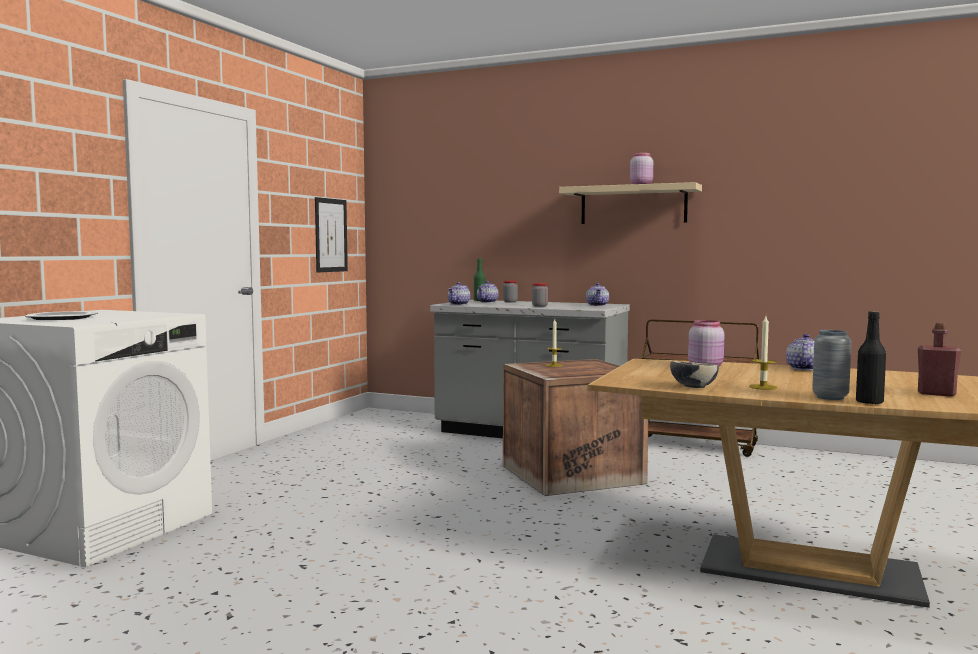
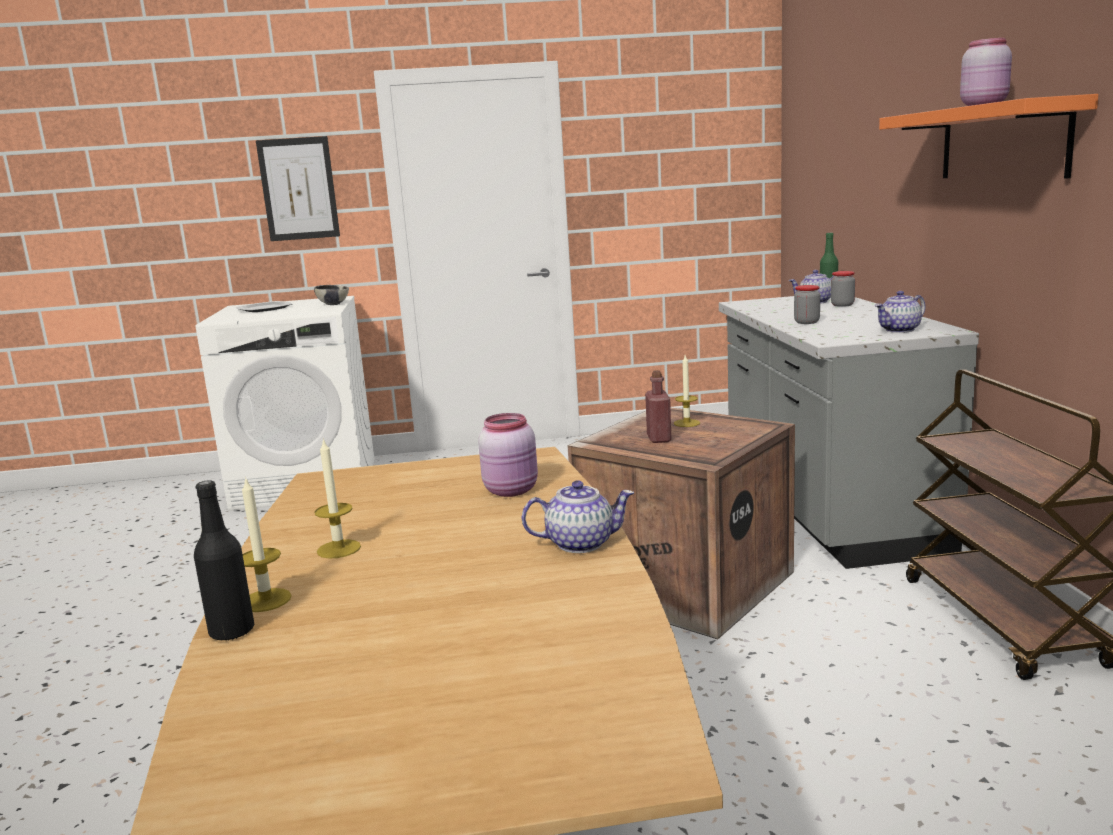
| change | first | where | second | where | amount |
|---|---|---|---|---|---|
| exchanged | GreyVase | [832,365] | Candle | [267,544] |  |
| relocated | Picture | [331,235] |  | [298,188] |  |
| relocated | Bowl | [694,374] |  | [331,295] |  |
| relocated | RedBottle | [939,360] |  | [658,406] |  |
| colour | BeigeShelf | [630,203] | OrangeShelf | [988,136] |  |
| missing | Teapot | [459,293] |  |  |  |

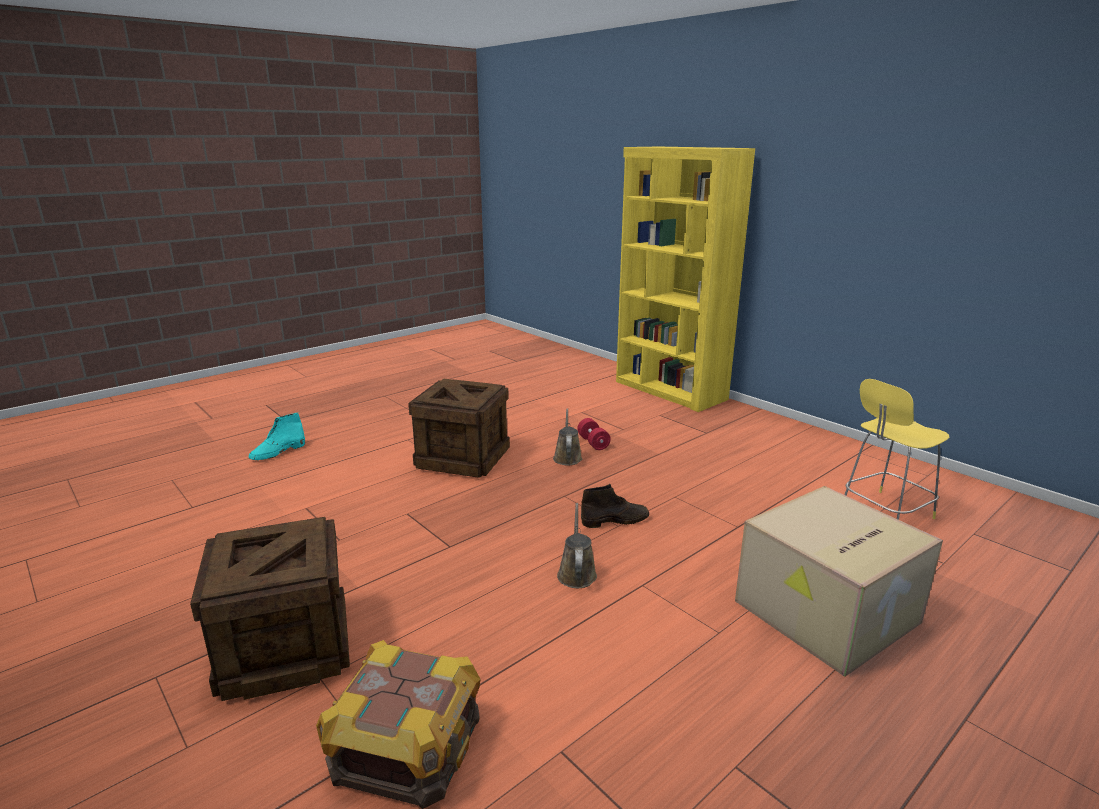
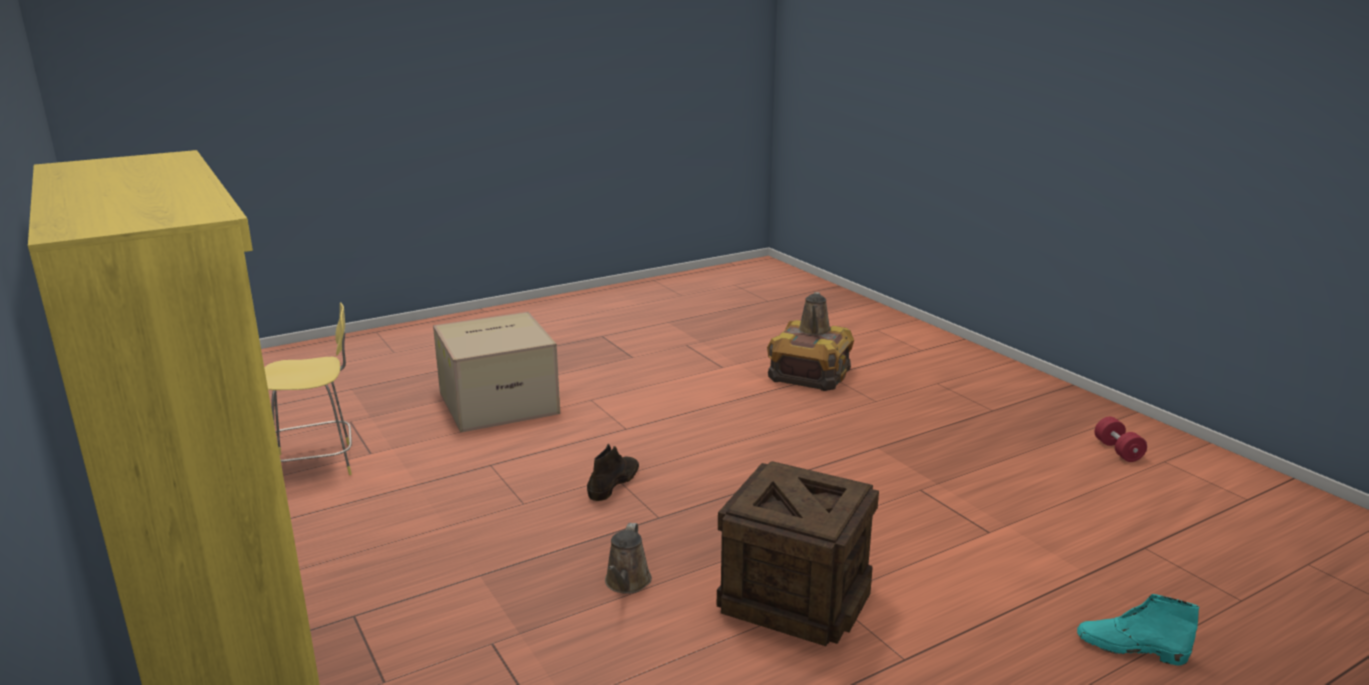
| change | first | where | second | where | amount |
|---|---|---|---|---|---|
| spun | BrownBoot | [615,506] |  | [613,472] | 120 degrees clockwise |
| relocated | BrownWateringCan | [577,545] |  | [815,313] |  |
| spun | TurquoiseBoot | [277,436] |  | [1138,629] | 120 degrees counterclockwise |
| relocated | RedDumbbell | [594,434] |  | [1121,439] |  |
| missing | Crate | [270,609] |  |  |  |

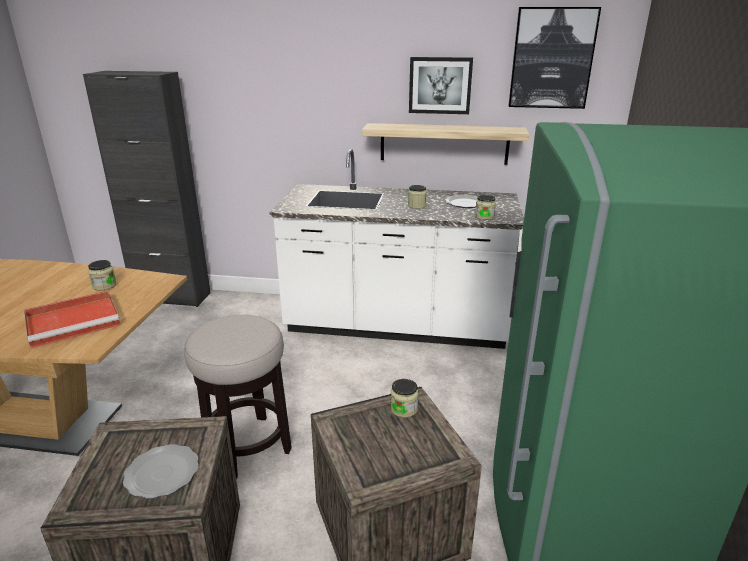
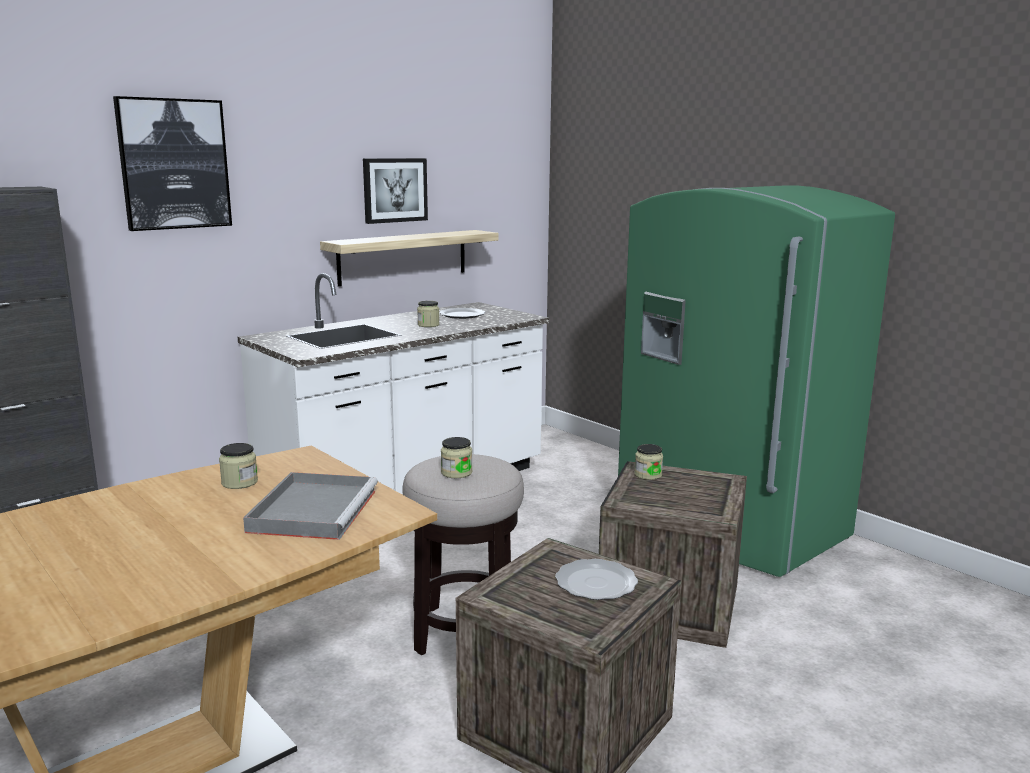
| change | first | where | second | where | amount |
|---|---|---|---|---|---|
| relocated | Picture | [555,58] |  | [172,163] |  |
| colour | RedTray | [72,319] | GreyTray | [310,506] |  |
| relocated | Jar | [485,207] |  | [457,457] |  |

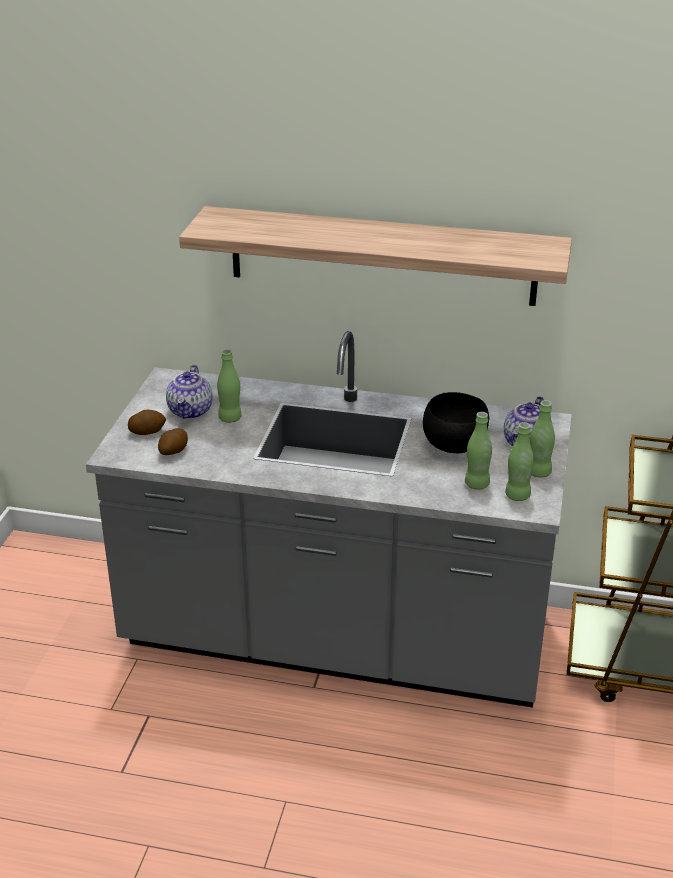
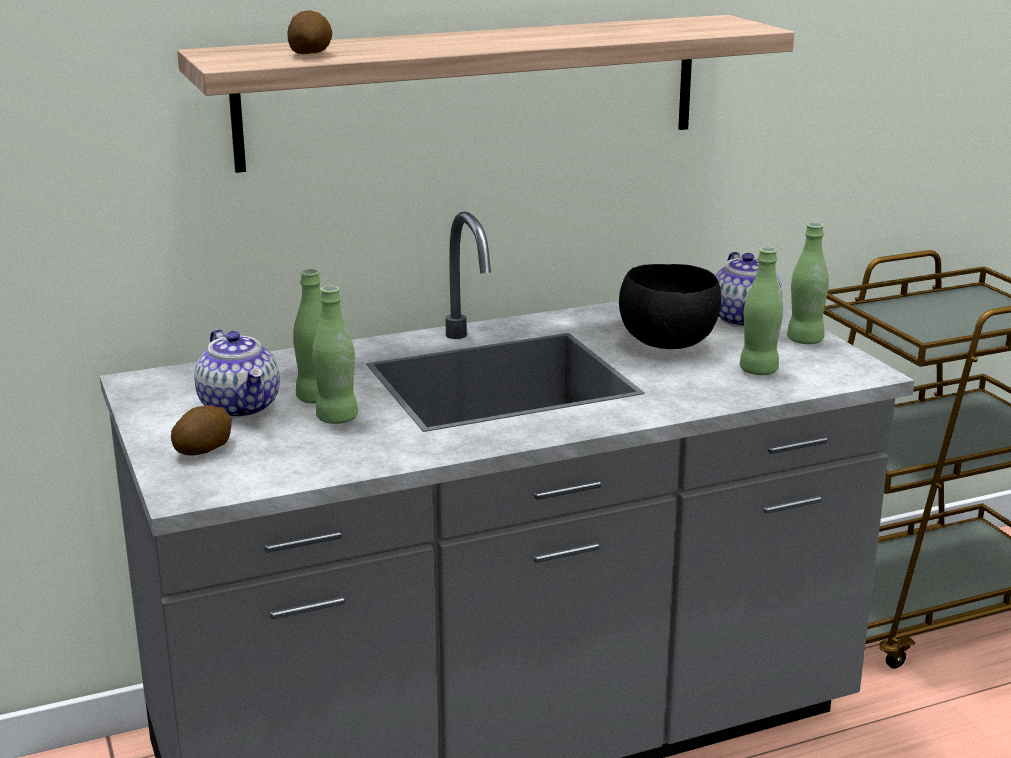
| change | first | where | second | where | amount |
|---|---|---|---|---|---|
| relocated | Potato | [173,441] |  | [309,32] |  |
| relocated | GreenBottle | [519,461] |  | [335,355] |  |

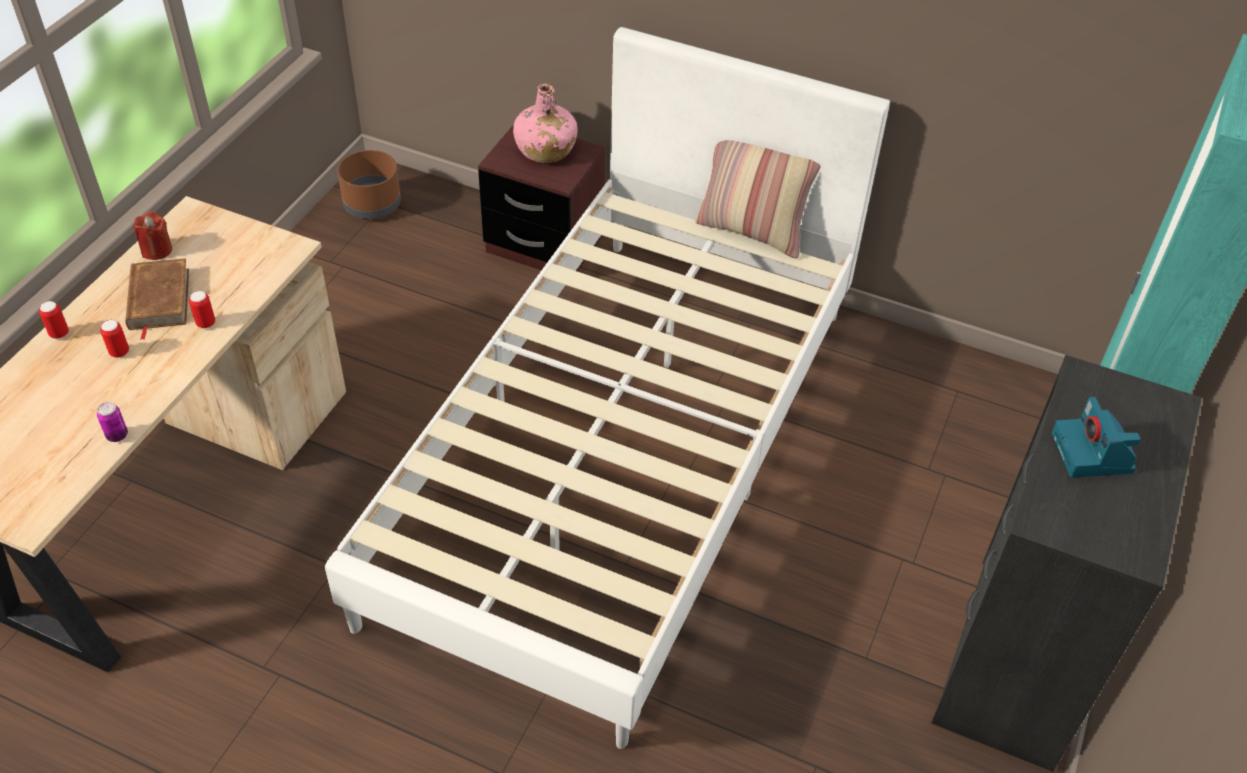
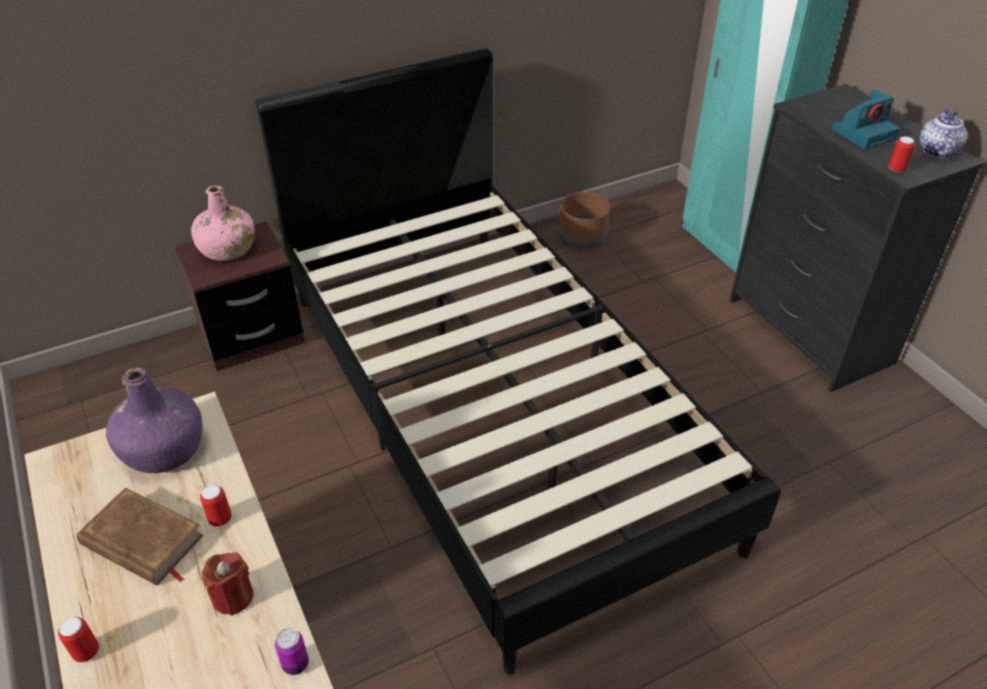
| change | first | where | second | where | amount |
|---|---|---|---|---|---|
| appeared |  |  | PurpleBottle | [154,420] |  |
| relocated | RedCandle | [152,235] |  | [227,584] |  |
| colour | WhiteBed | [607,388] | BlackBed | [518,361] |  |
| relocated | BrownPlanter | [369,184] |  | [584,220] |  |
| spun | PhotoCamera | [1096,437] |  | [866,119] | 60 degrees counterclockwise |
| relocated | Can | [114,339] |  | [901,154] |  |
| appeared |  |  | Teapot | [943,133] |  |
| missing | Pillow | [757,199] |  |  |  |

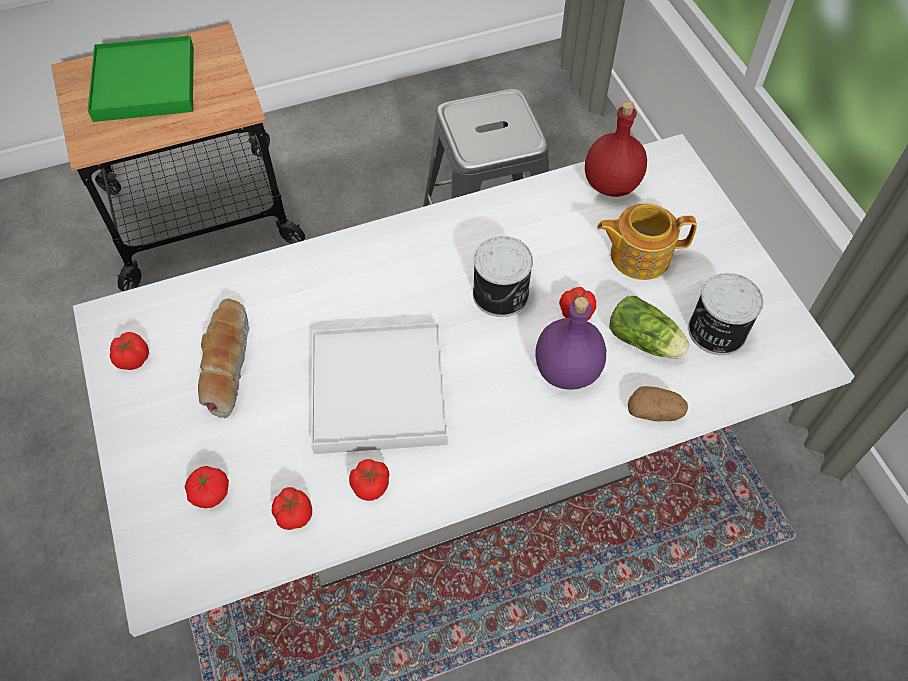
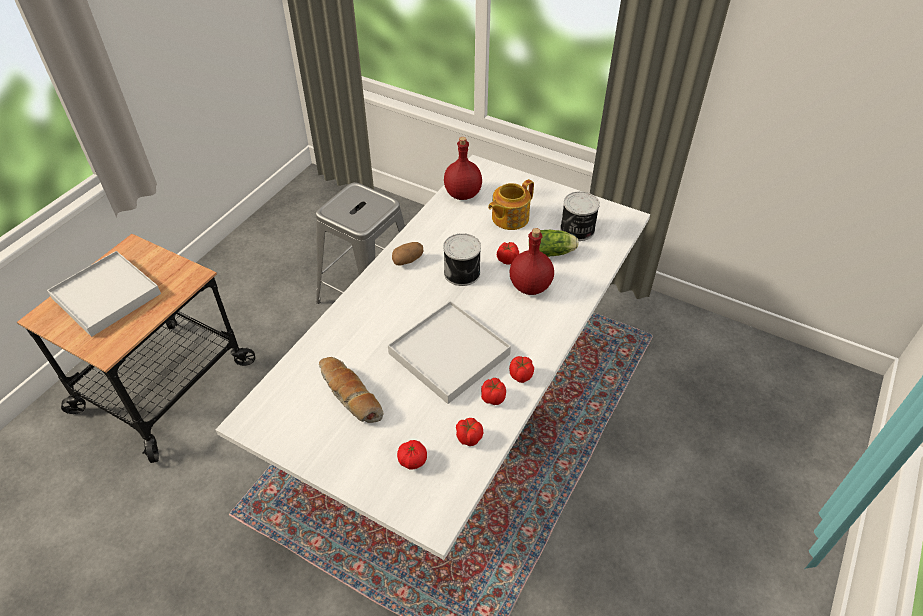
| change | first | where | second | where | amount |
|---|---|---|---|---|---|
| colour | GreenTray | [141,78] | WhiteTray | [104,294] |  |
| relocated | Potato | [658,403] |  | [407,254] |  |
| relocated | Tomato | [129,351] |  | [521,369] |  |
| colour | PurpleBottle | [570,343] | RedBottle | [532,261] |  |

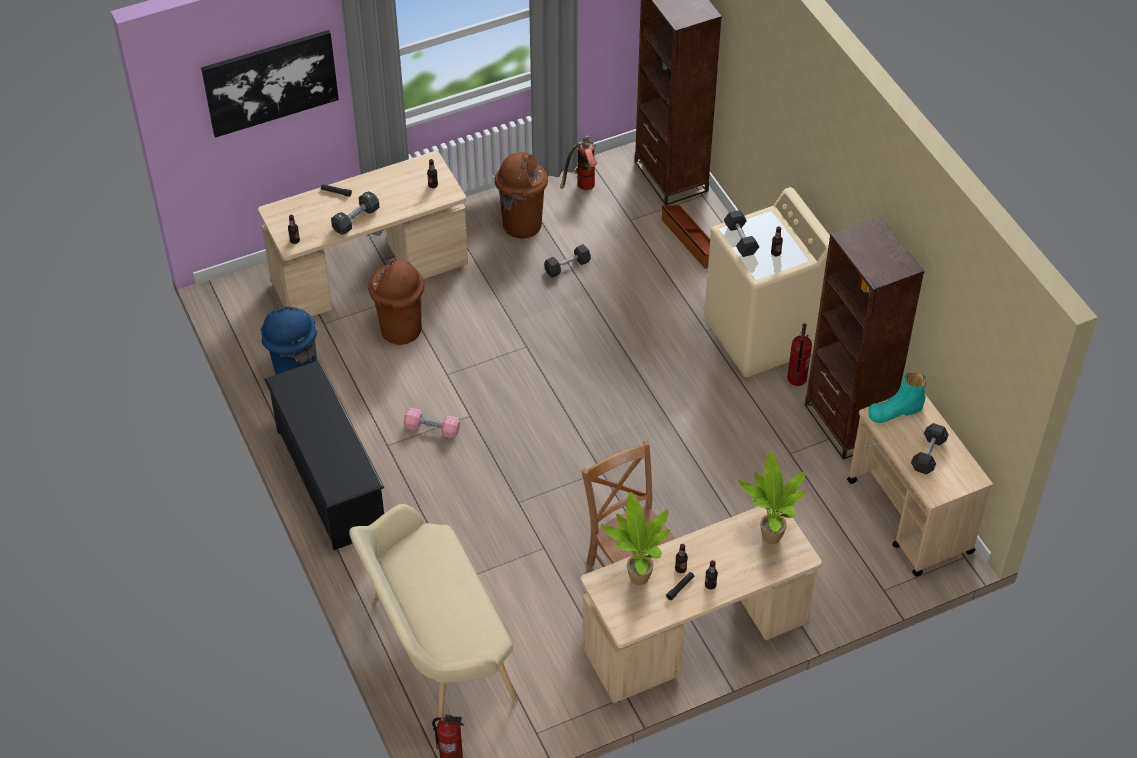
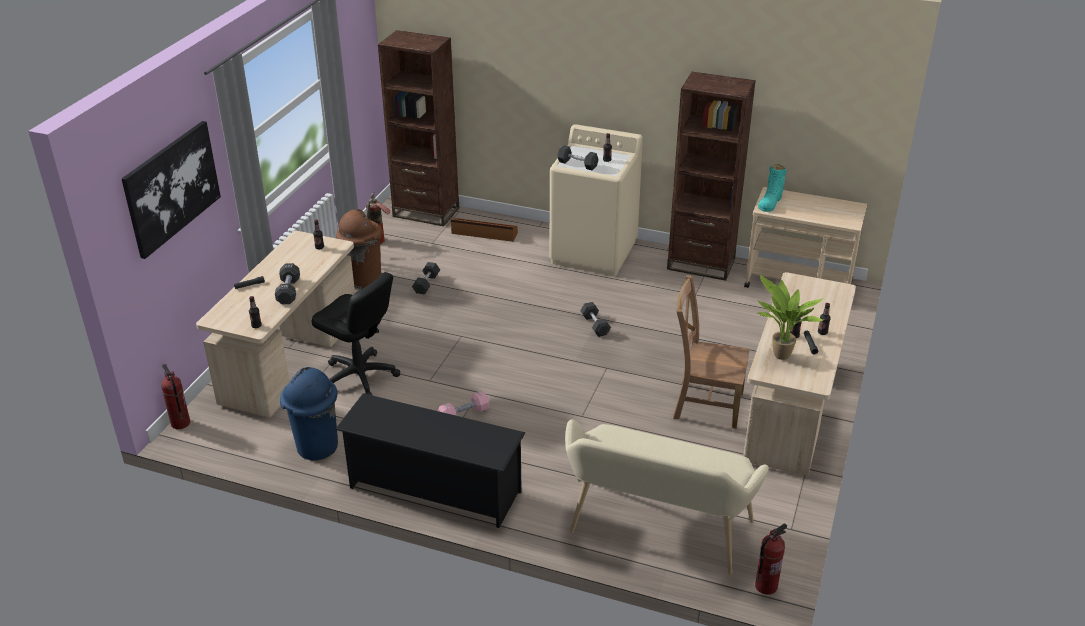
| change | first | where | second | where | amount |
|---|---|---|---|---|---|
| relocated | FireExtinguisher | [799,355] |  | [175,396] |  |
| exchanged | BrownTrashCan | [396,301] | BlackOfficeChair | [356,333] |  |
| relocated | GreyDumbbell | [930,449] |  | [595,319] |  |
| missing | PottedPlant | [772,497] |  |  |  |

